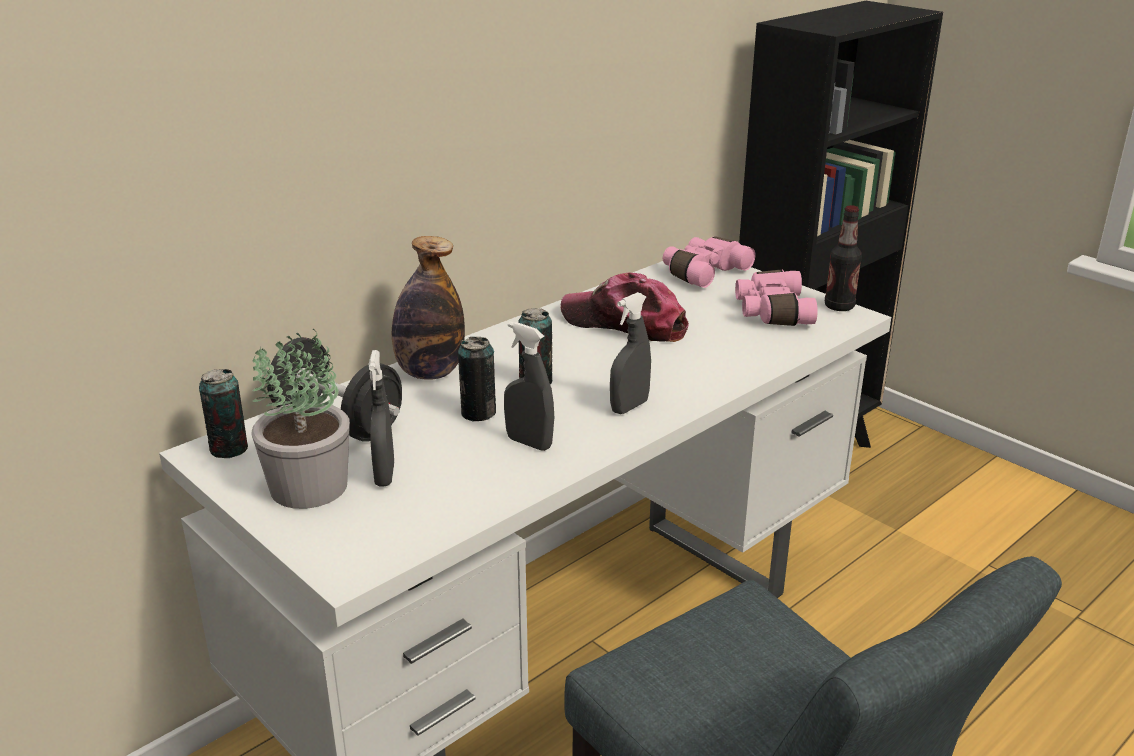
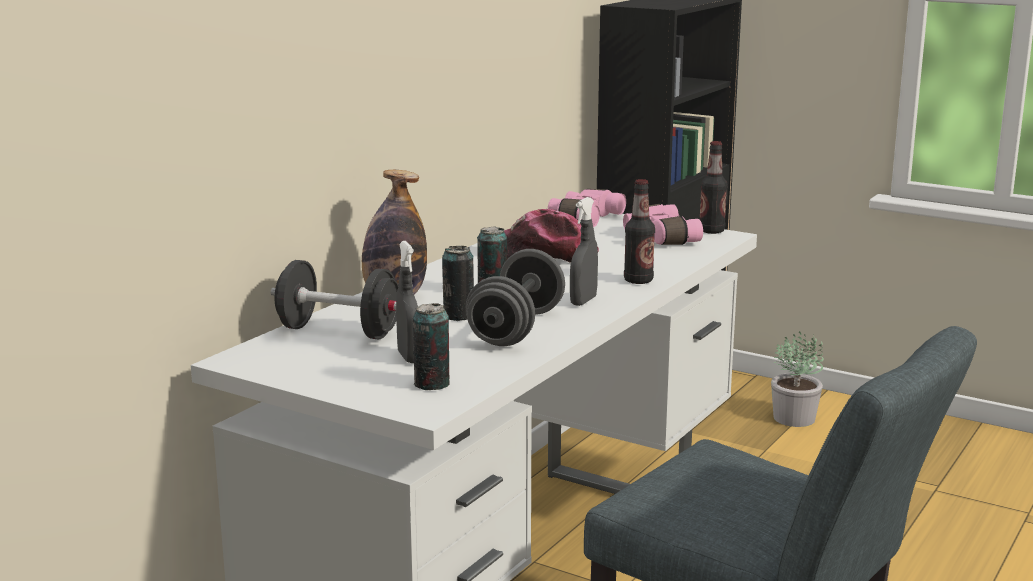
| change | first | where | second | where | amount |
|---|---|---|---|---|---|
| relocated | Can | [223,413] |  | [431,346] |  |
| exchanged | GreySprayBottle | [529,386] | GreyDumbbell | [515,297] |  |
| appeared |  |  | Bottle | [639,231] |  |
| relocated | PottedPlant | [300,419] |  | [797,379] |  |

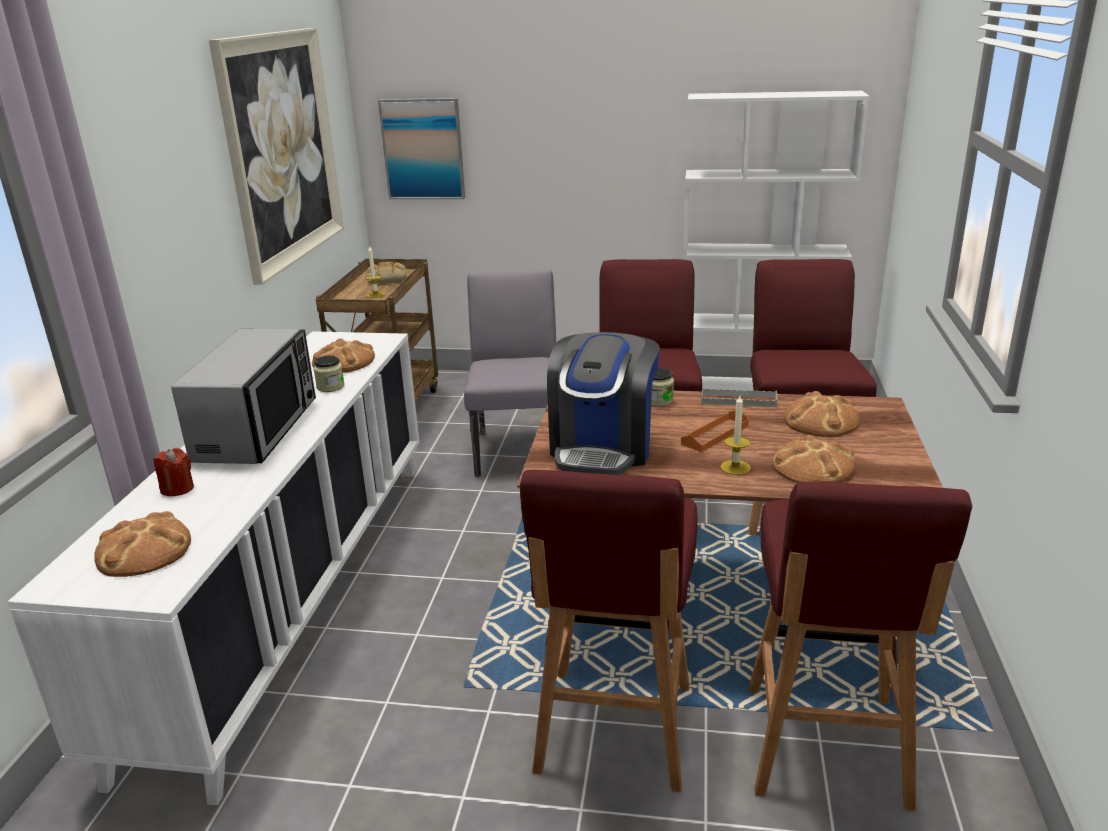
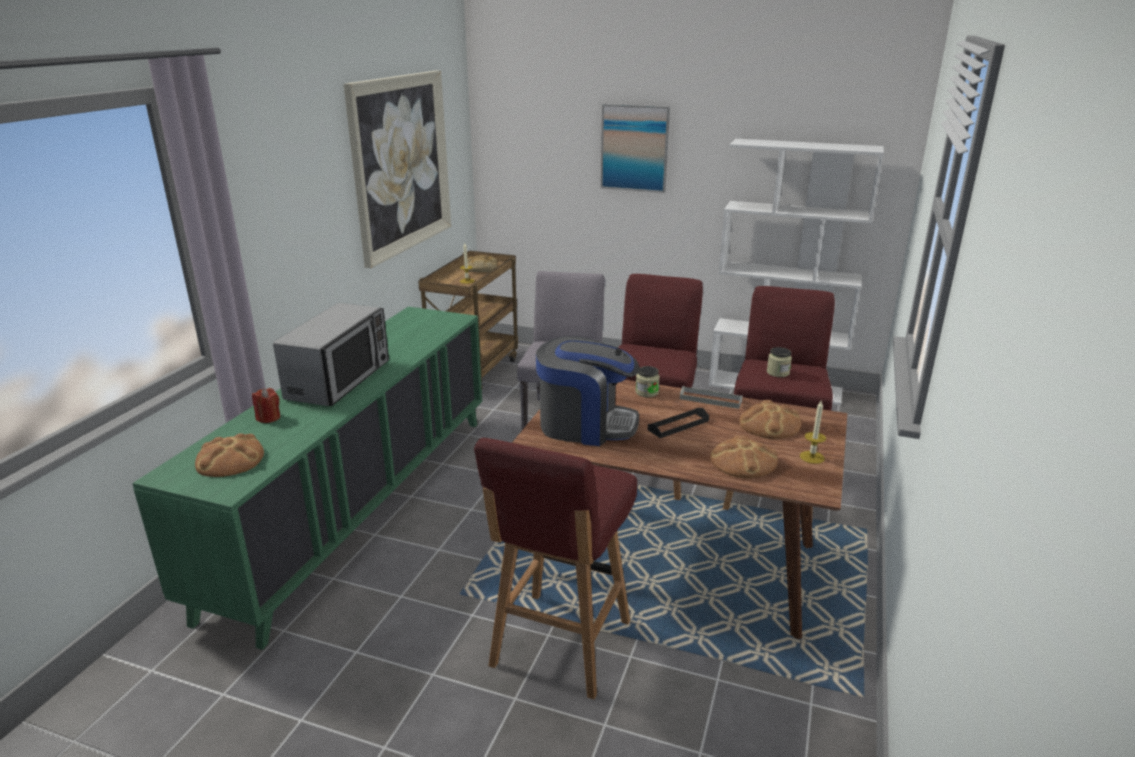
| change | first | where | second | where | amount |
|---|---|---|---|---|---|
| colour | WhiteCabinet | [214,568] | GreenCabinet | [307,478] |  |
| spun | CoffeeMachine | [603,403] |  | [587,391] | 105 degrees counterclockwise |
| relocated | Picture | [421,148] |  | [635,148] |  |
| colour | OrangeTray | [715,431] | BlackTray | [678,423] |  |
| relocated | Jar | [329,374] |  | [779,362] |  |
| relocated | Candle | [735,435] |  | [813,432] |  |
| missing | Bread | [343,355] |  |  |  |
| missing | RedStool | [860,646] |  |  |  |

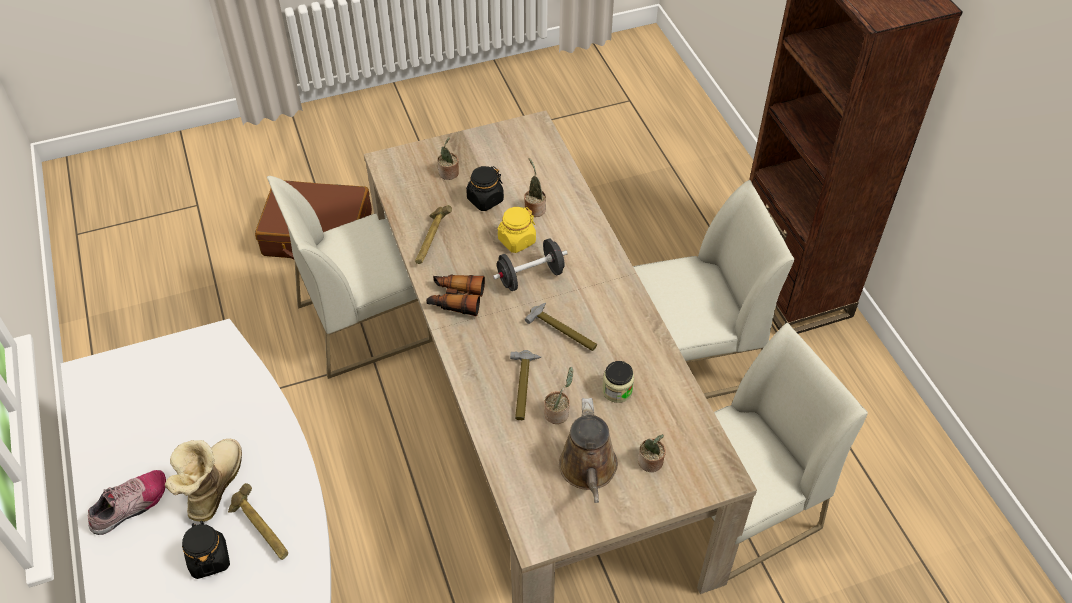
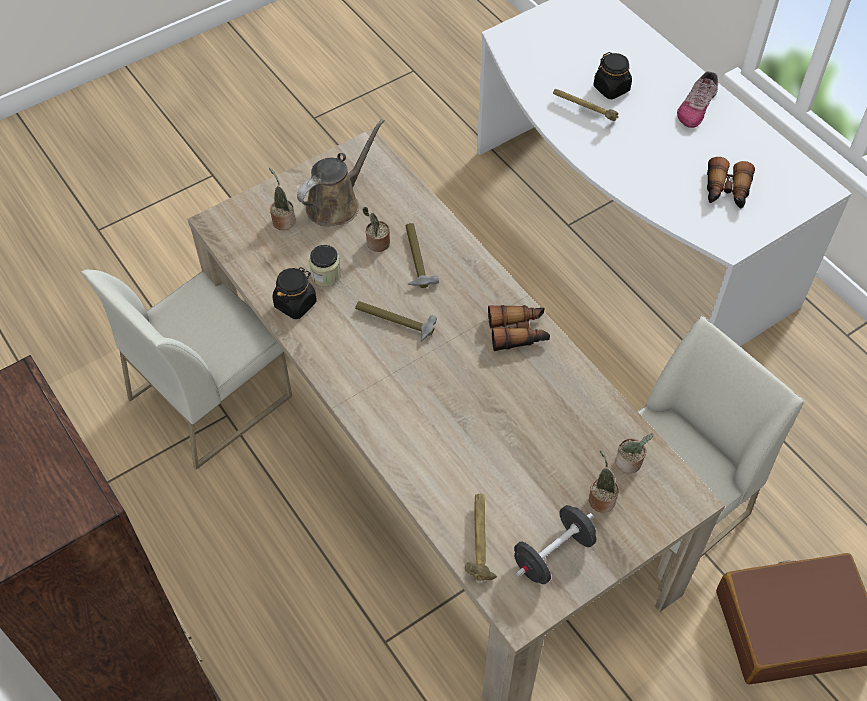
| change | first | where | second | where | amount |
|---|---|---|---|---|---|
| relocated | BlackJar | [485,188] |  | [295,293] |  |
| spun | BrownWateringCan | [588,450] |  | [340,173] | 60 degrees clockwise |
| relocated | Hammer | [433,234] |  | [481,537] |  |
| relocated | BlackDumbbell | [530,264] |  | [555,544] |  |
| relocated | PottedPlant | [535,187] |  | [634,453] |  |
| appeared |  |  | Binoculars | [731,182] |  |
| missing | Boot | [203,480] |  |  |  |
| missing | YellowJar | [516,230] |  |  |  |
| missing | WhiteChair | [713,289] |  |  |  |

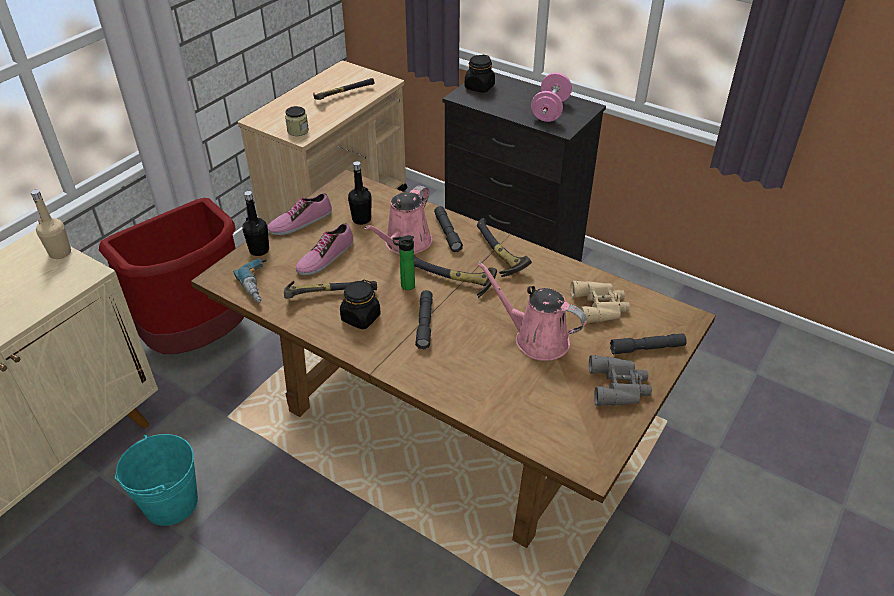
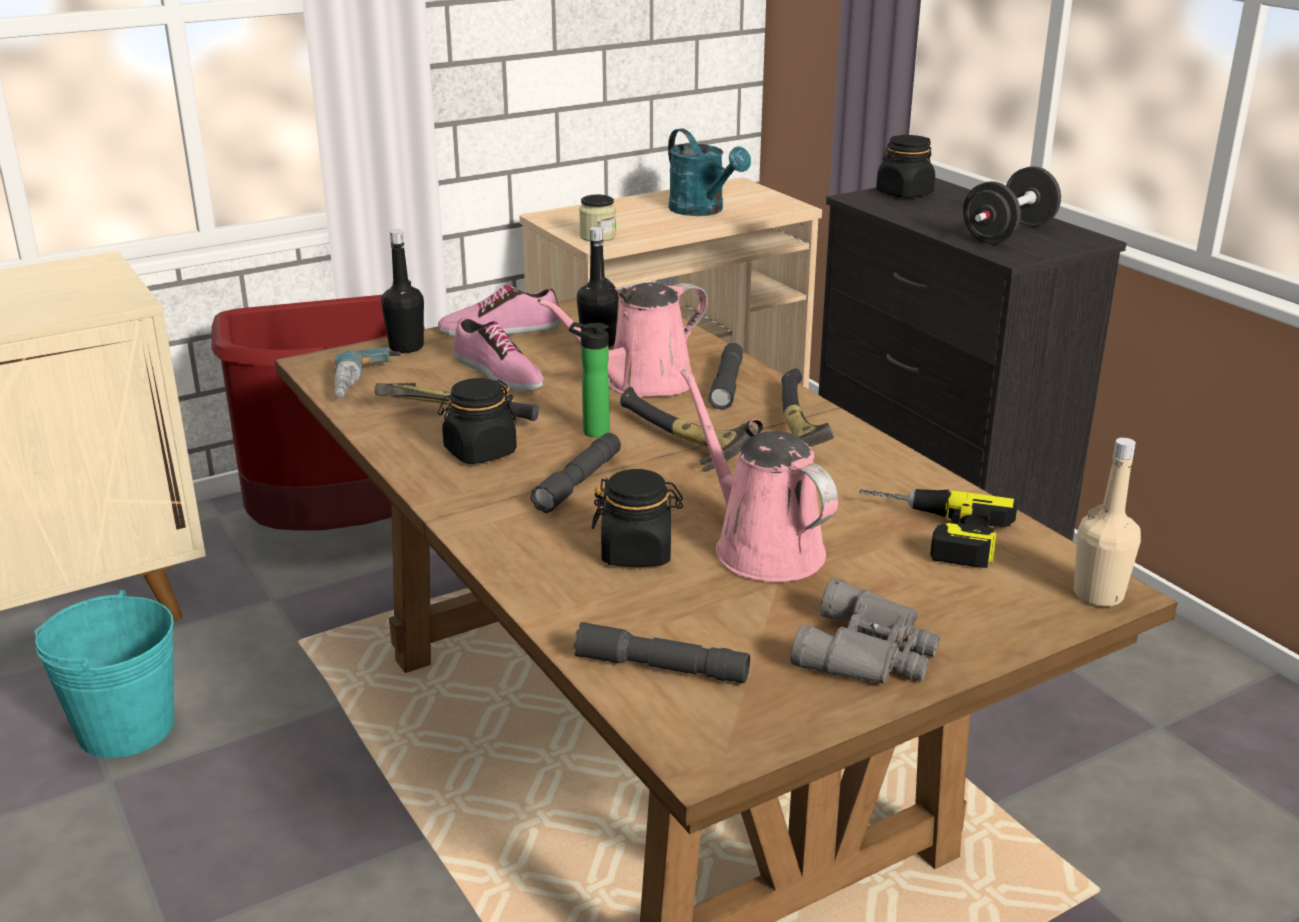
| change | first | where | second | where | amount |
|---|---|---|---|---|---|
| spun | Shoe | [324,249] |  | [498,354] | 105 degrees counterclockwise |
| relocated | GreyFlashlight | [648,344] |  | [662,652] |  |
| appeared |  |  | BlackJar | [637,518] |  |
| exchanged | Hammer | [344,89] | TurquoiseWateringCan | [709,172] |  |
| exchanged | BeigeBinoculars | [600,302] | PowerDrill | [938,528] |  |
| colour | PinkDumbbell | [551,97] | BlackDumbbell | [1012,205] |  |
| relocated | BeigeBottle | [51,224] |  | [1107,522] |  |

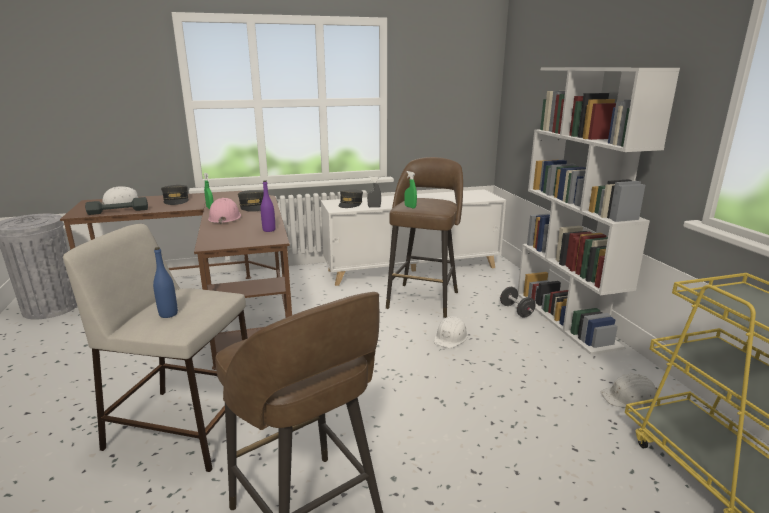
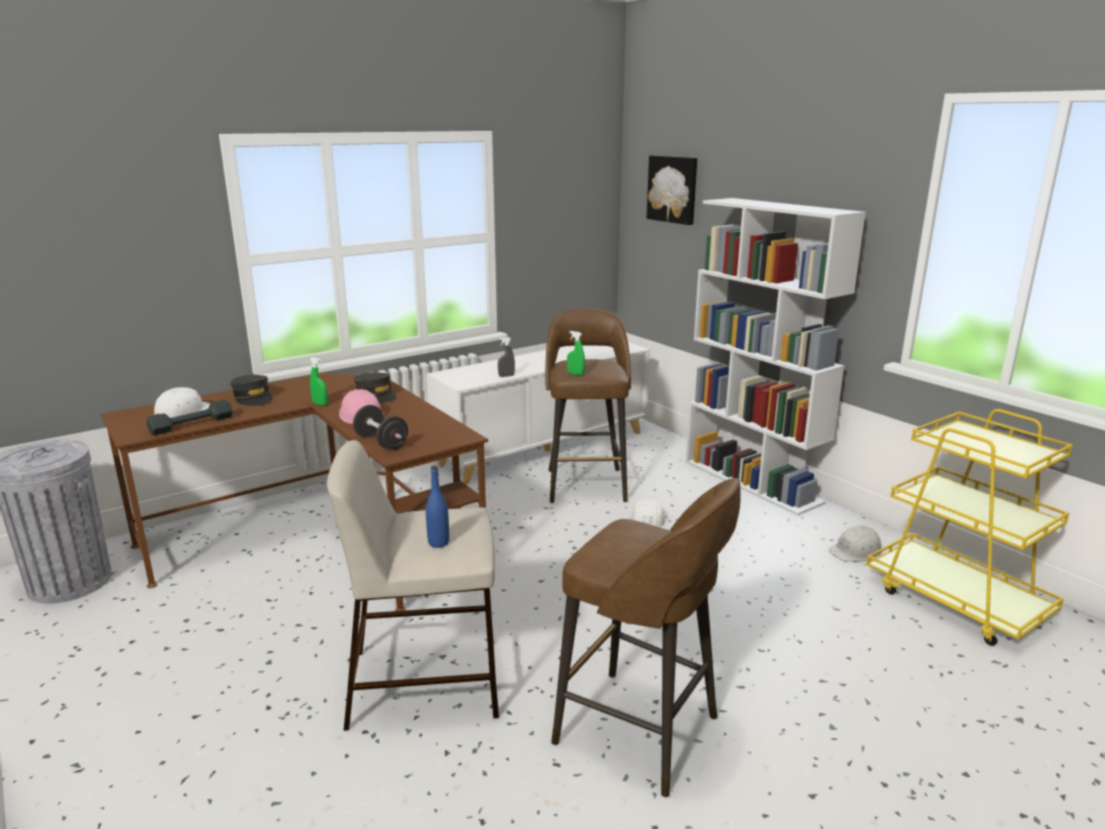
| change | first | where | second | where | amount |
|---|---|---|---|---|---|
| relocated | BlackDumbbell | [518,302] |  | [380,427] |  |
| appeared |  |  | Picture | [672,190] |  |
| missing | PurpleBottle | [268,206] |  |  |  |
| missing | GreyCap | [351,199] |  |  |  |

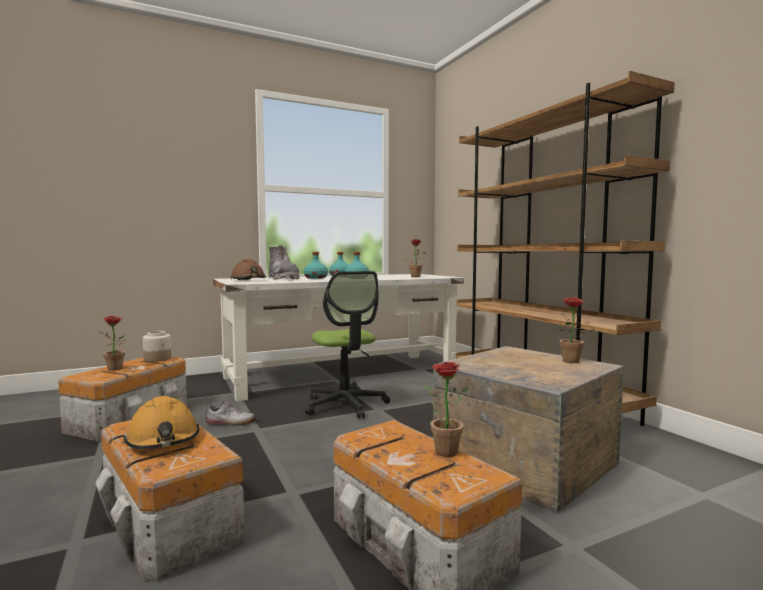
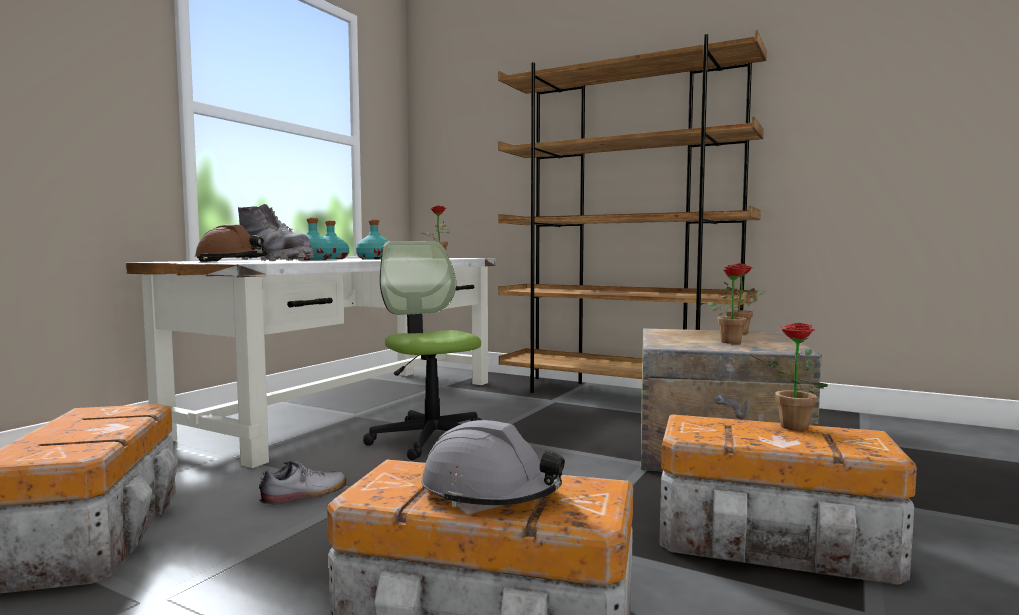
| change | first | where | second | where | amount |
|---|---|---|---|---|---|
| spun | OfficeChair | [347,345] |  | [422,350] | 150 degrees counterclockwise |
| colour | OrangeHardHat | [161,422] | GreyHardHat | [493,463] |  |
| relocated | PottedPlant | [112,343] |  | [736,304] |  |
| missing | Jar | [157,346] |  |  |  |

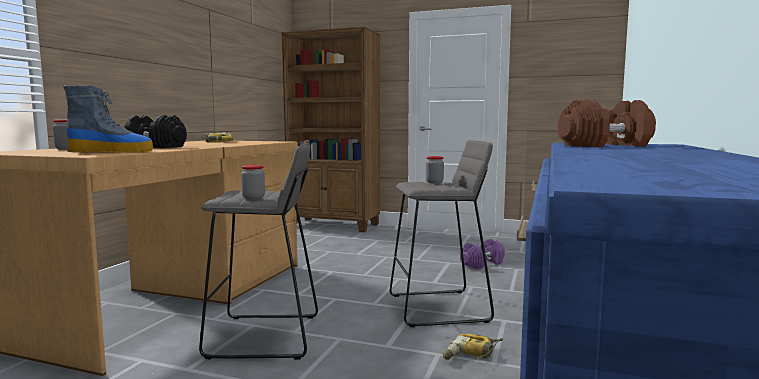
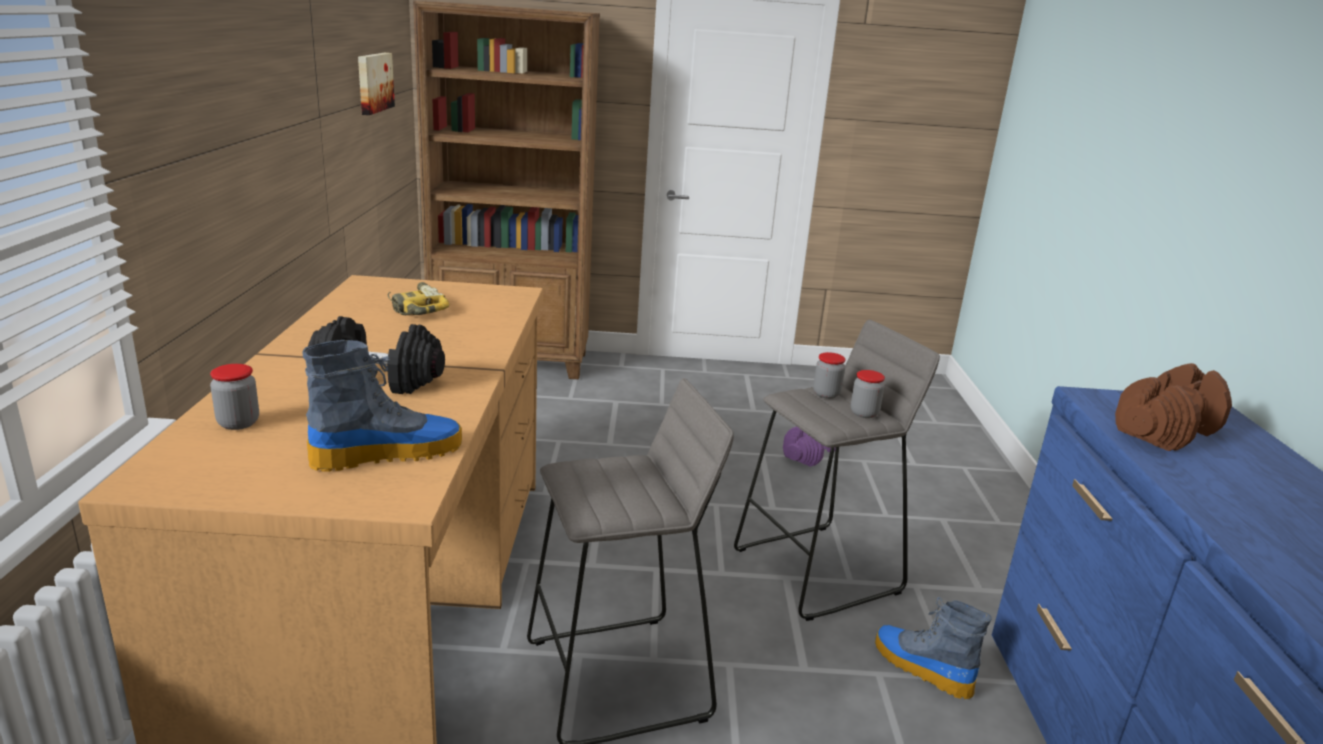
| change | first | where | second | where | amount |
|---|---|---|---|---|---|
| appeared |  |  | Picture | [376,84] |  |
| relocated | Jar | [253,182] |  | [868,394] |  |
| exchanged | PowerDrill | [473,347] | Boot | [933,648] |  |

